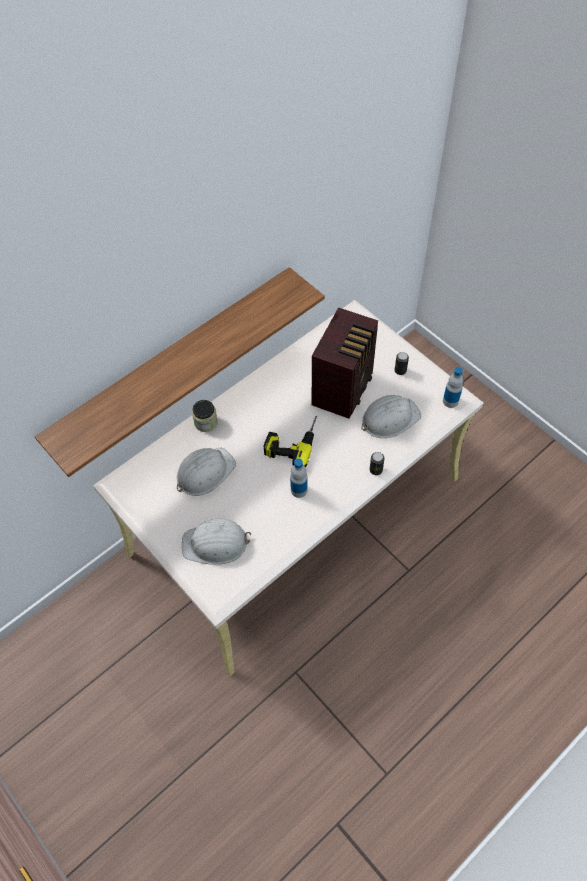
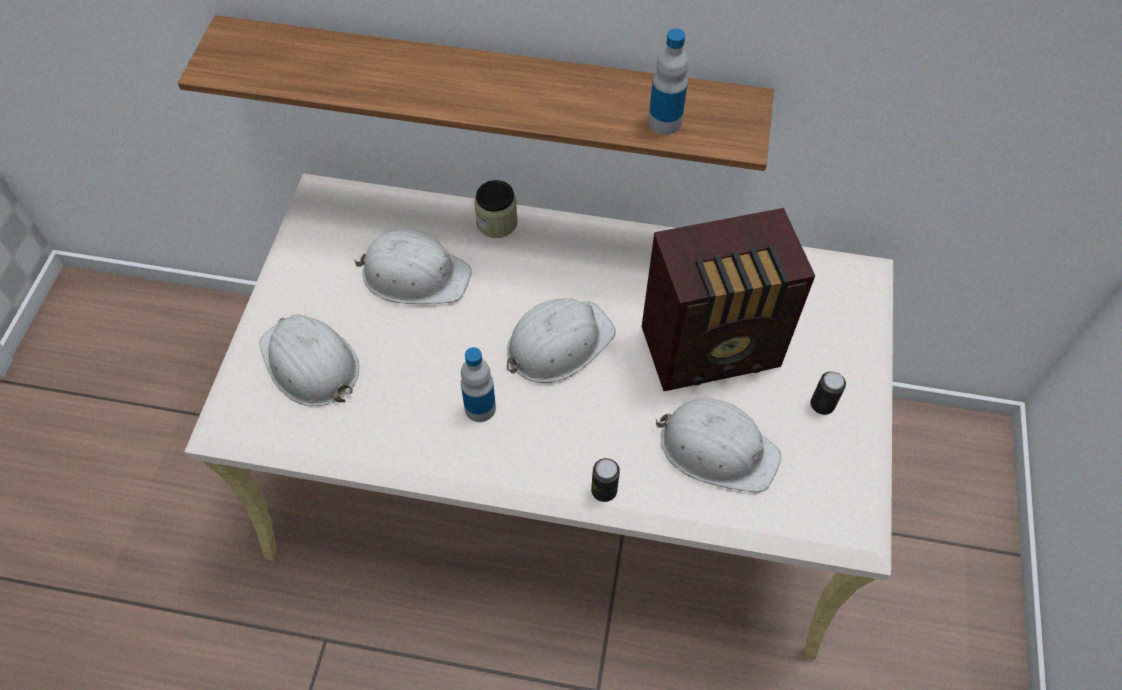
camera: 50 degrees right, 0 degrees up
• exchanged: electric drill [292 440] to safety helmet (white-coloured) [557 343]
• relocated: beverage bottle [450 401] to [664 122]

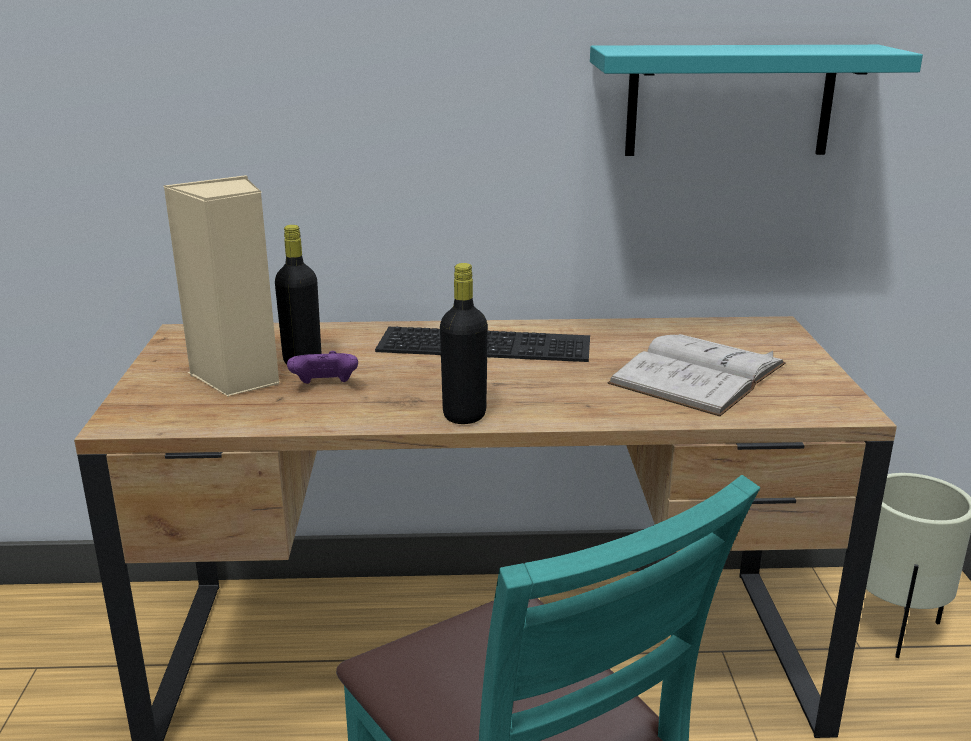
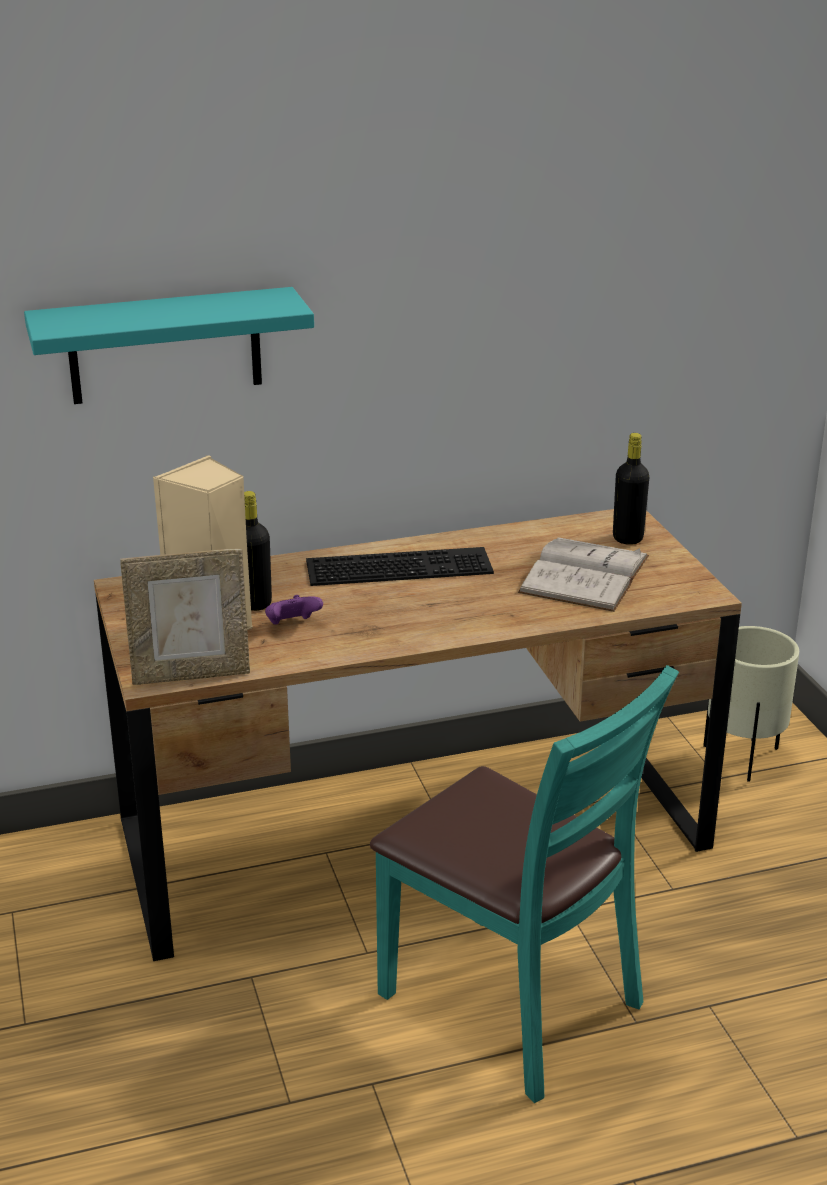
camera: 15 degrees left, 5 degrees up
• relocated: beverage bottle (black-coloured) [464 415] to [627 538]
• relocated: wall shelf (turquoise) [729 100] to [165 346]
• appeared: standing frame [191 674]

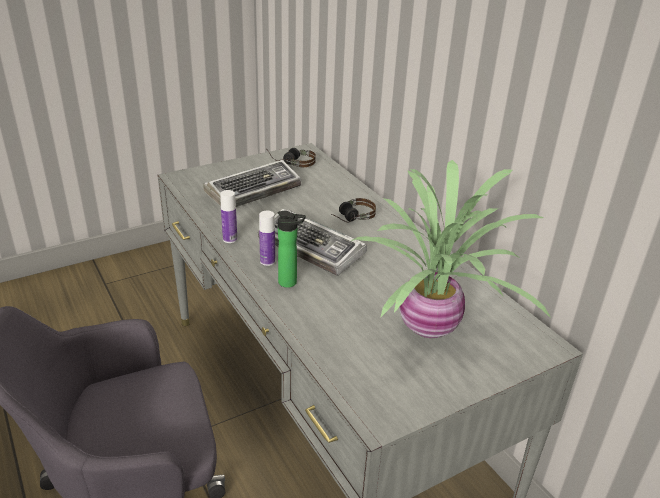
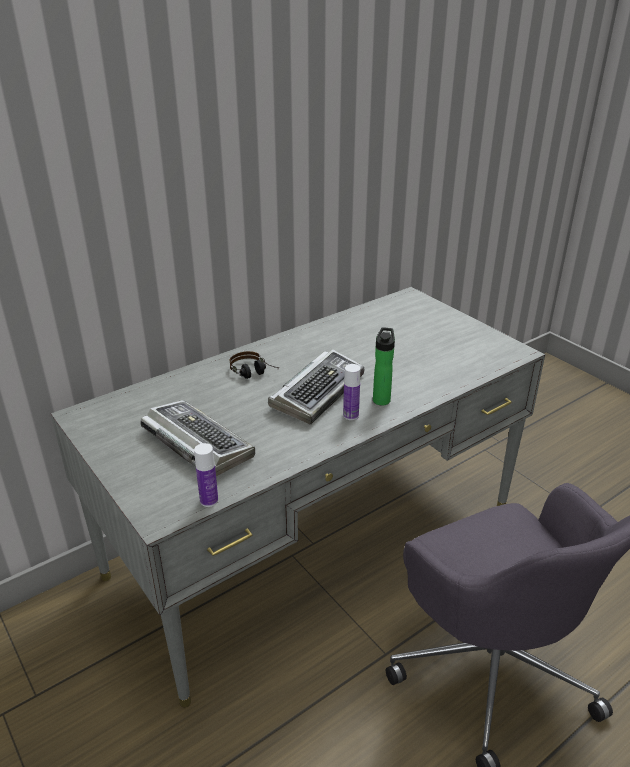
camera: 95 degrees left, 0 degrees up
• relocated: beverage bottle [230 239] to [209 500]
• missing: pair of headphones [291 162]
• missing: potted plant [430 328]

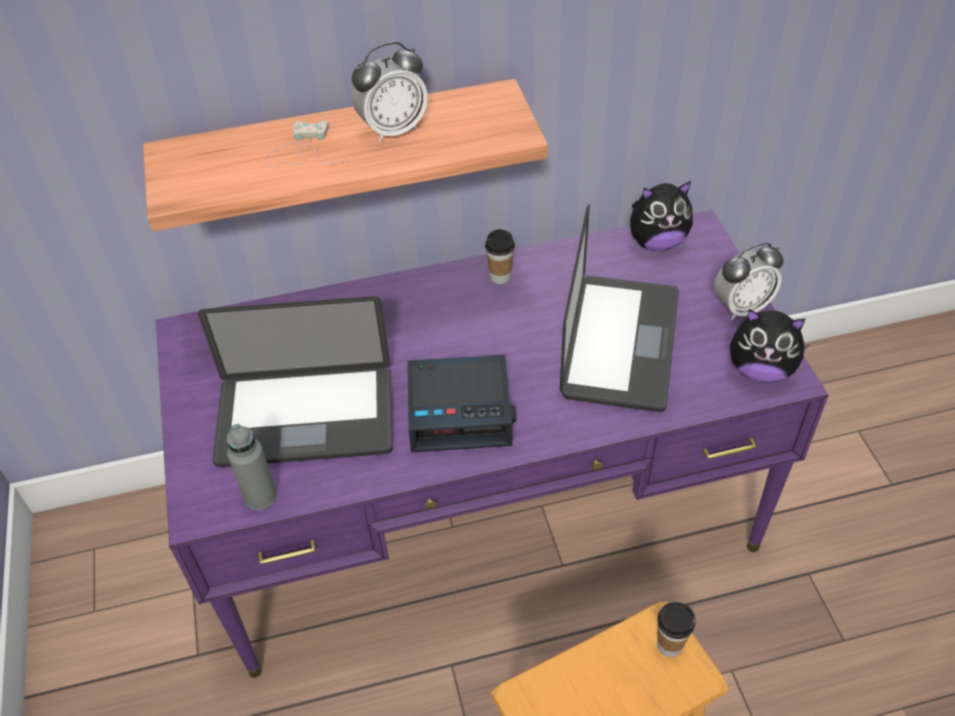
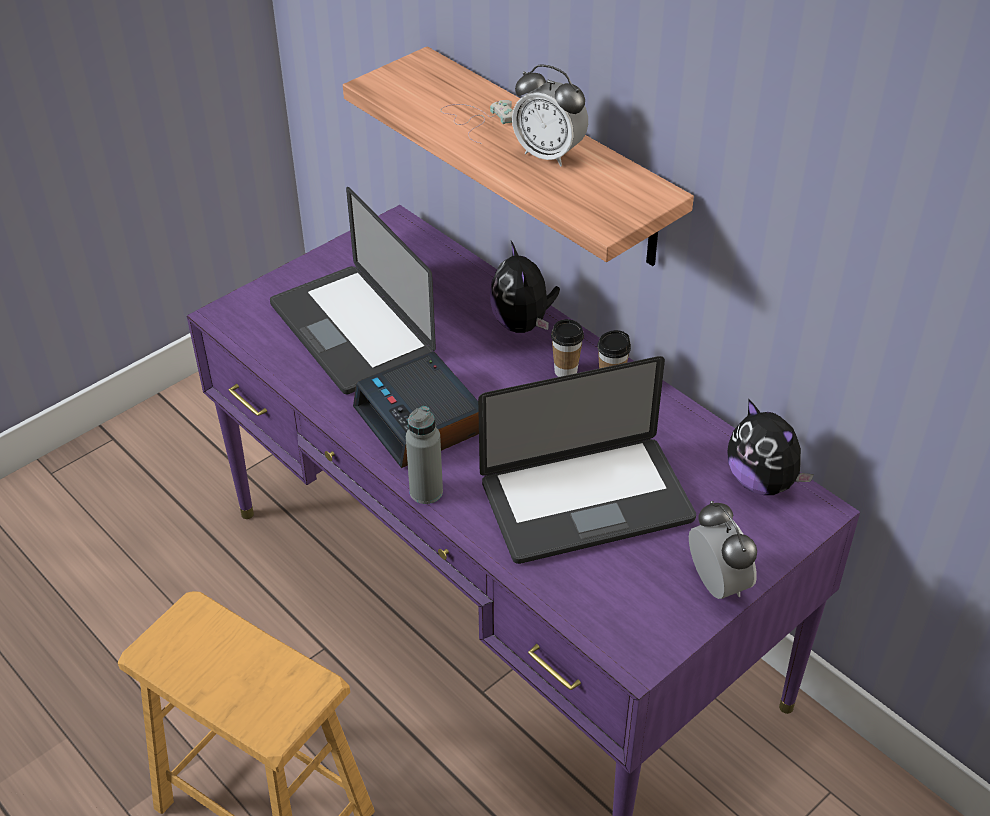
camera: 60 degrees right, 5 degrees down
• relocated: beverage bottle (gray) [260 496] to [426 492]
• relocated: small cup [669 645] to [565 371]
• spun: bedside clock [741 307] = [717 584] 150 degrees counterclockwise
• relocated: soft toy [760 369] to [523 324]

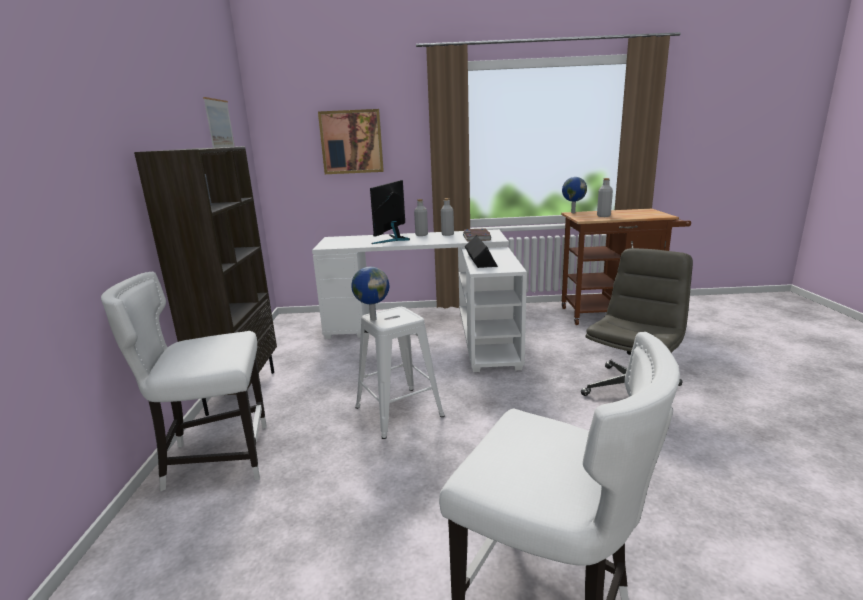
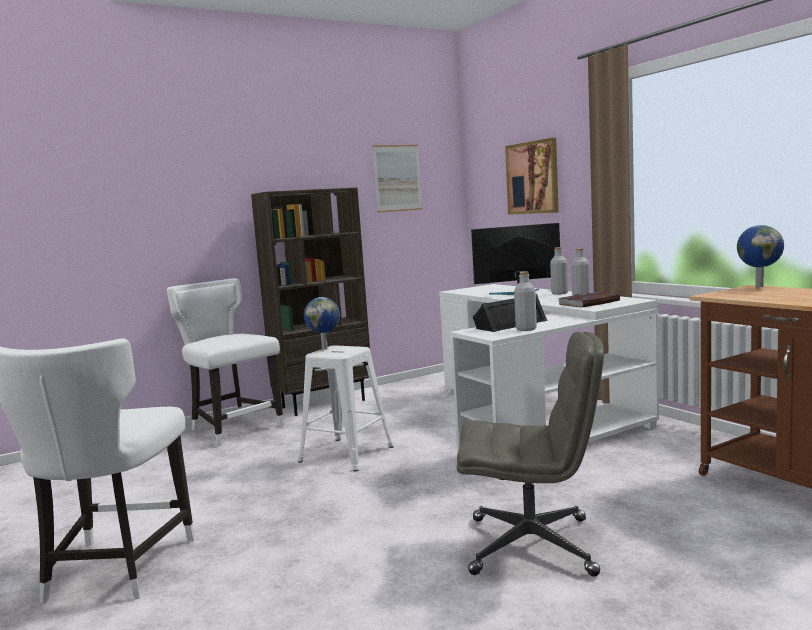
camera: 60 degrees right, 10 degrees down
• relocated: beverage bottle (gray) [603 216] to [526 329]

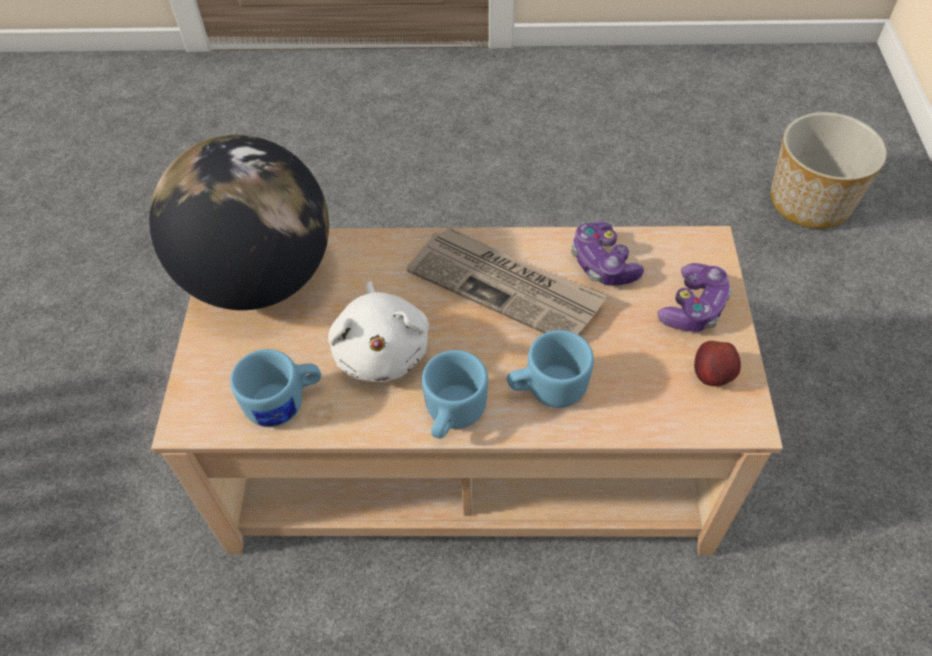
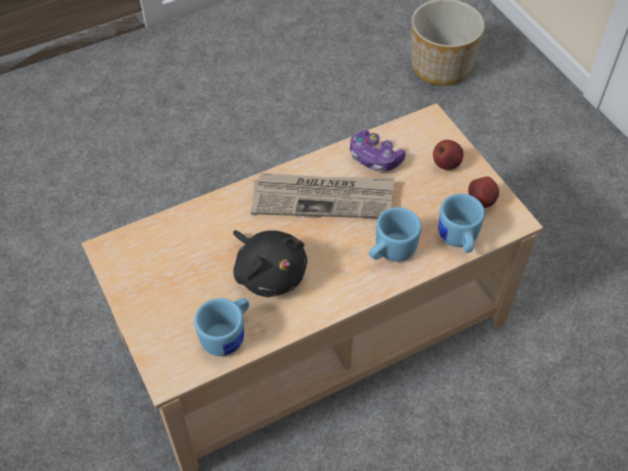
camera: 30 degrees left, 0 degrees up
• missing: world globe [260 279]
• colour: soft toy (white-coloured) [382 350] to soft toy (black-coloured) [269 272]
• relocated: coffee mug (bluish) [451 416] to [458 240]
• exchanged: joypad [693 308] to apple [446 164]

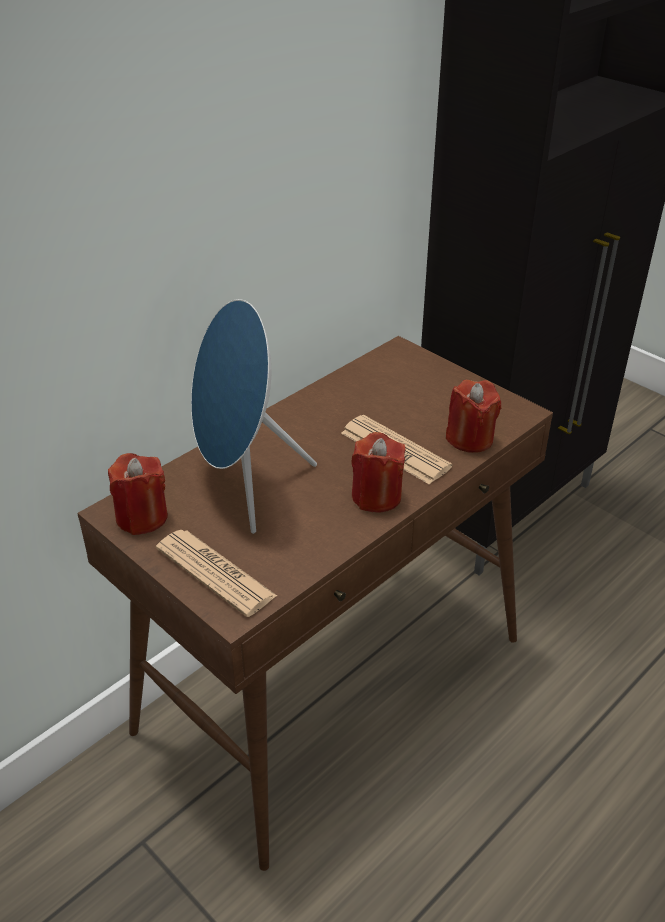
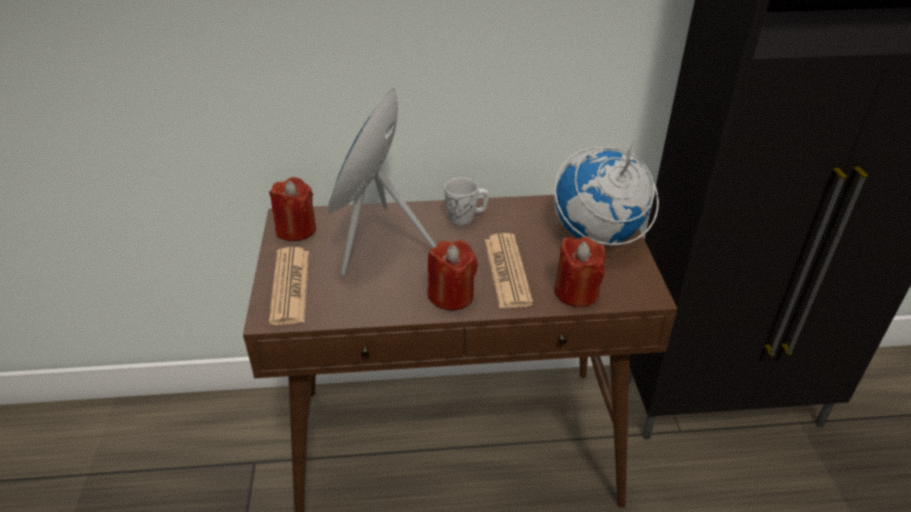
camera: 40 degrees right, 0 degrees up
• appeared: coffee mug (white-coloured) [466 218]
• appeared: world globe [597 237]

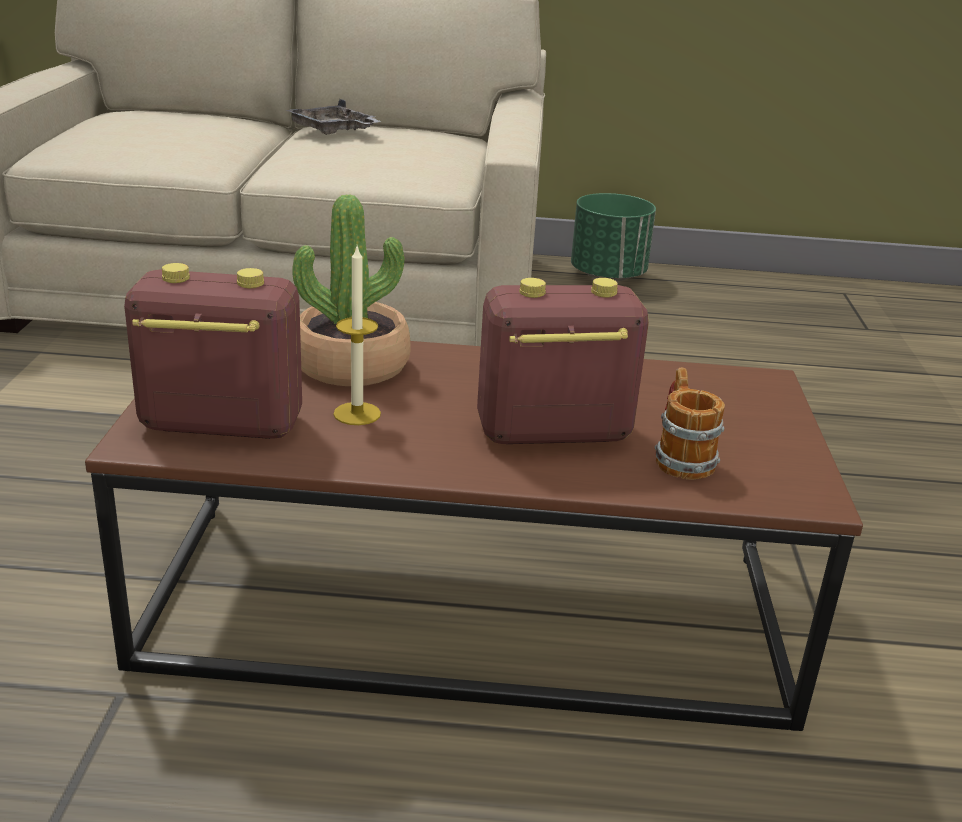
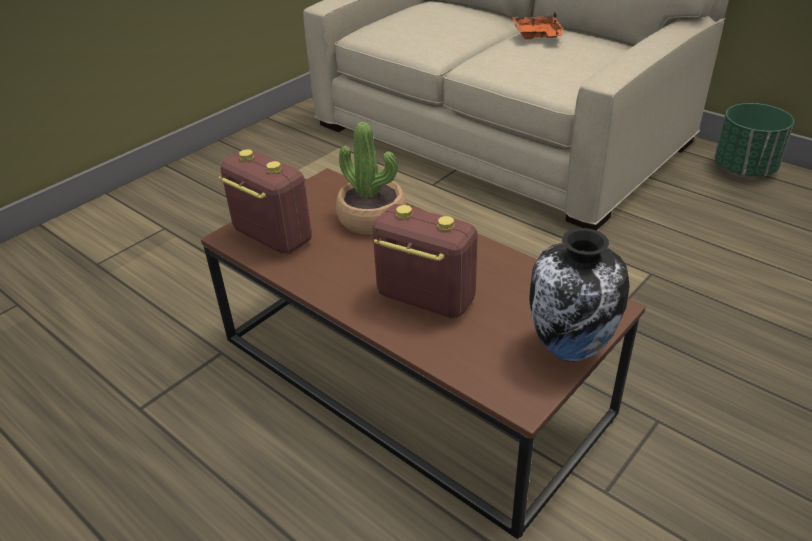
camera: 40 degrees right, 10 degrees up
• colour: carrying tray (gray) [333 131] to carrying tray (orange) [537 36]
• missing: candle [357 414]
• missing: coffee mug [680 457]
• appeared: decorative vase [570 349]

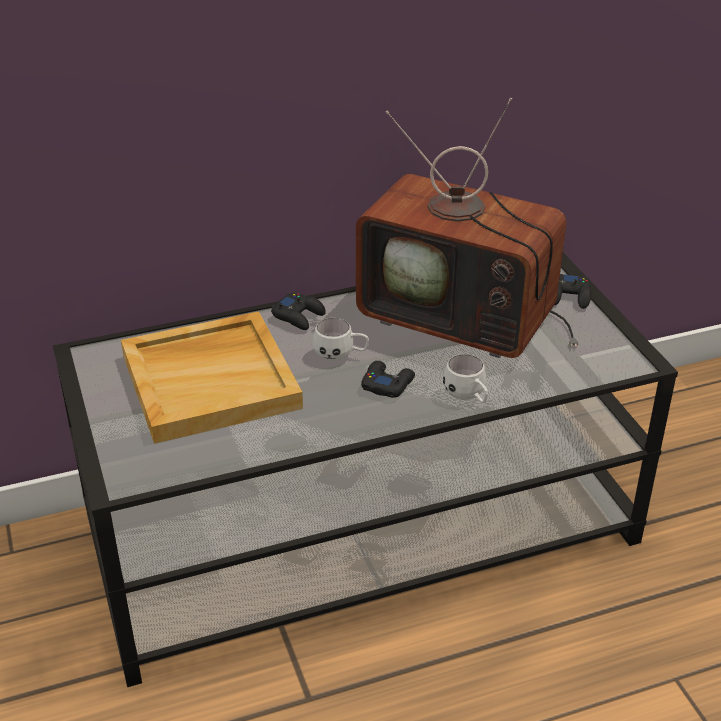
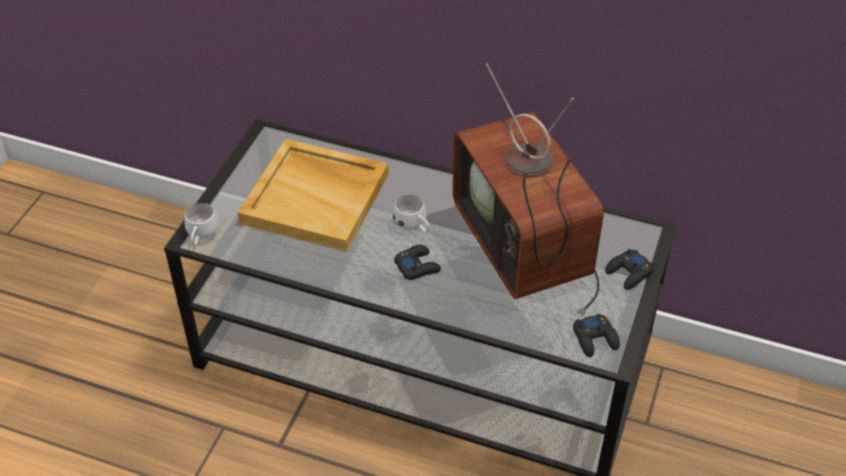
camera: 40 degrees right, 10 degrees up
• relocated: joypad (black-coloured) [299 316] to [595 339]
• relocated: coffee mug (white-coloured) [468 397] to [201 236]

